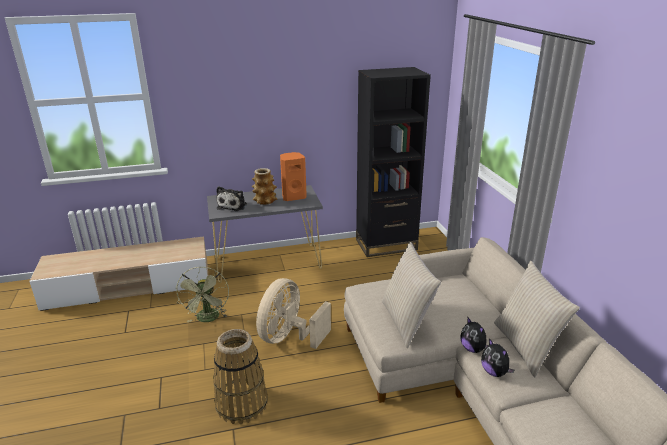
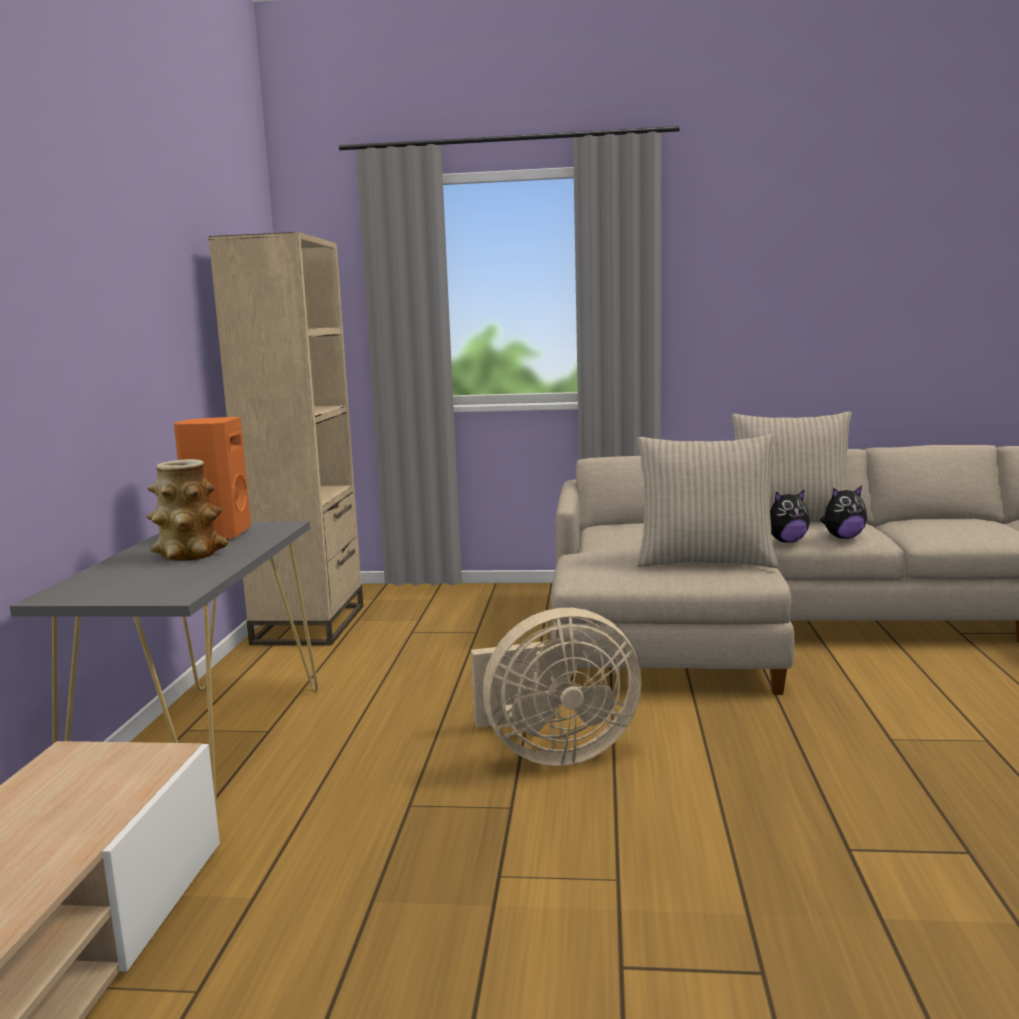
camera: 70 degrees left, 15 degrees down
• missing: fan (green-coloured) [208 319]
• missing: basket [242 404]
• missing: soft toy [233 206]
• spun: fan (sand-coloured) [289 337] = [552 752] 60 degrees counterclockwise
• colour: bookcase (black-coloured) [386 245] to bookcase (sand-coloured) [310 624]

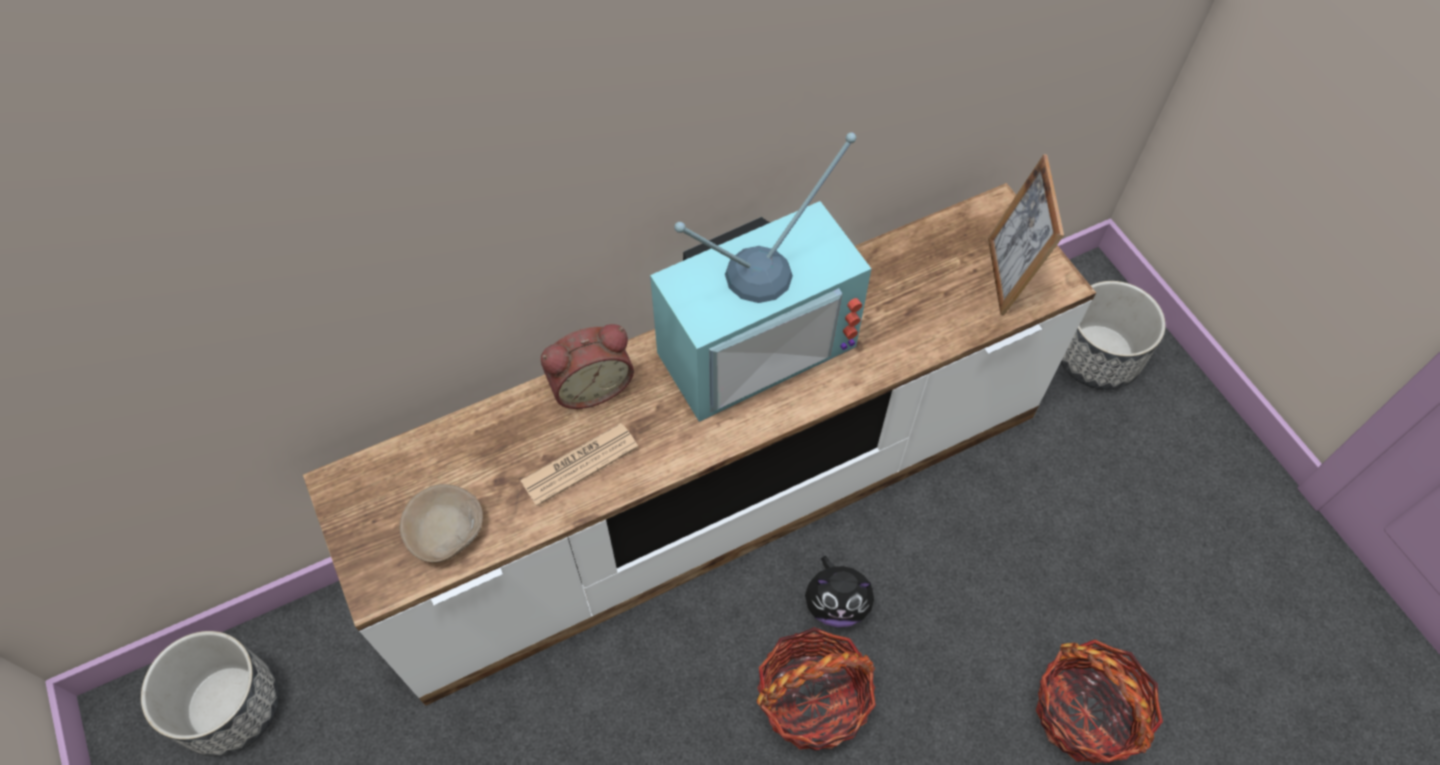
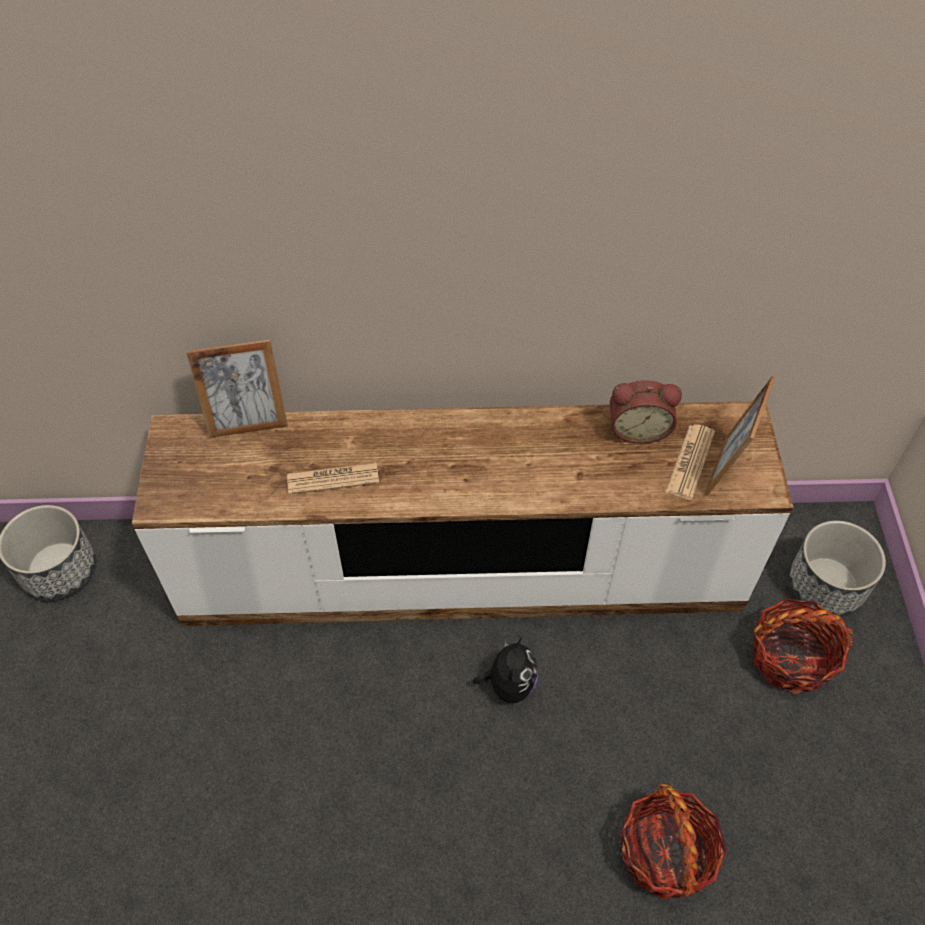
camera: 25 degrees right, 5 degrees down
• missing: serving bowl (sand-coloured) [446 530]
• relocated: bedside clock [590 385] to [638 428]
• missing: TV [754 341]
• relocated: basket [813 700] to [791 657]
• spun: soft toy [836 604] = [509 684] 105 degrees counterclockwise
• appeared: standing frame [248 423]
• appeared: newspaper [690 462]

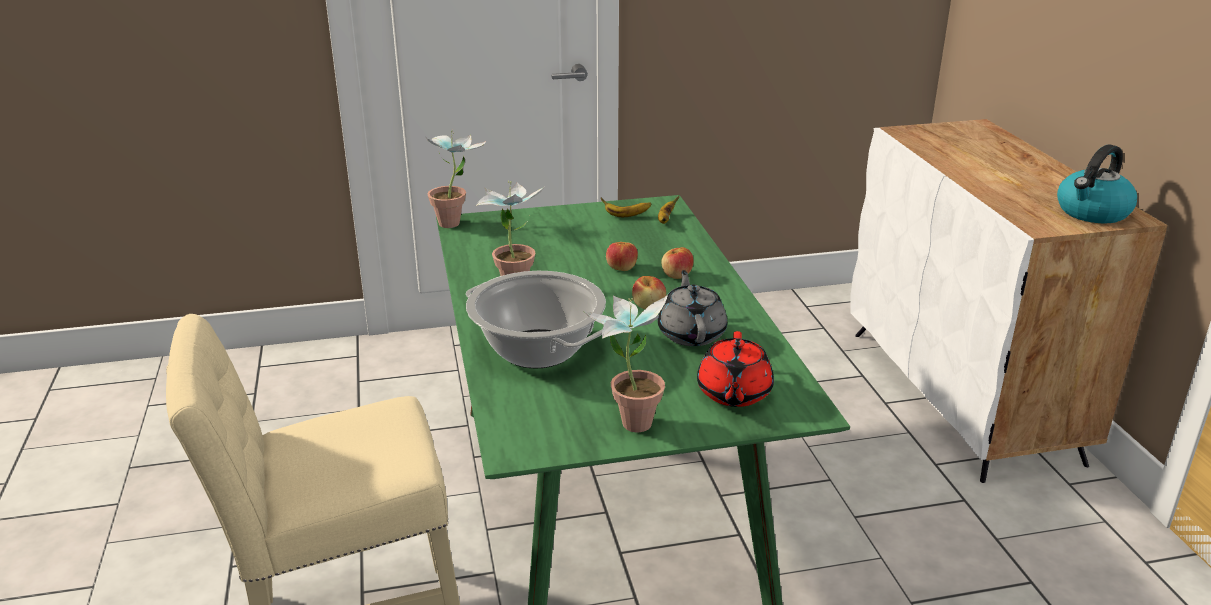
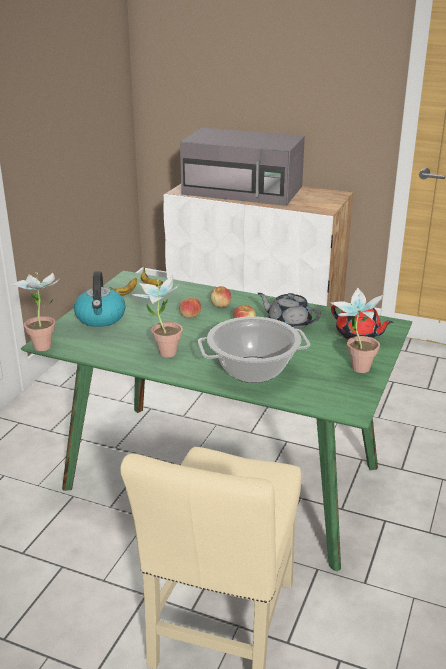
camera: 55 degrees left, 0 degrees up
• relocated: kettle [1092 212] to [101 318]
• appeared: microwave (gray) [244 190]

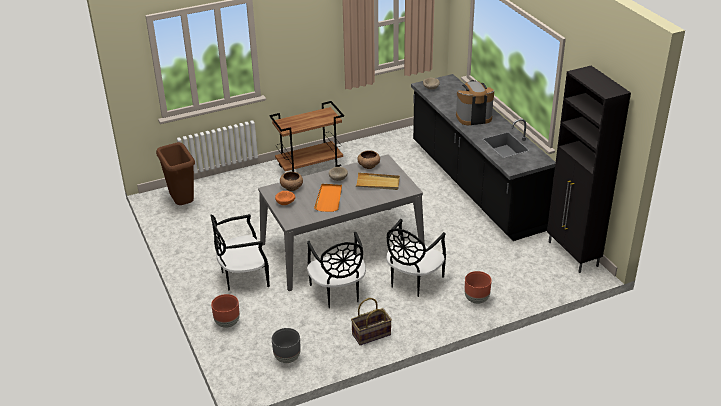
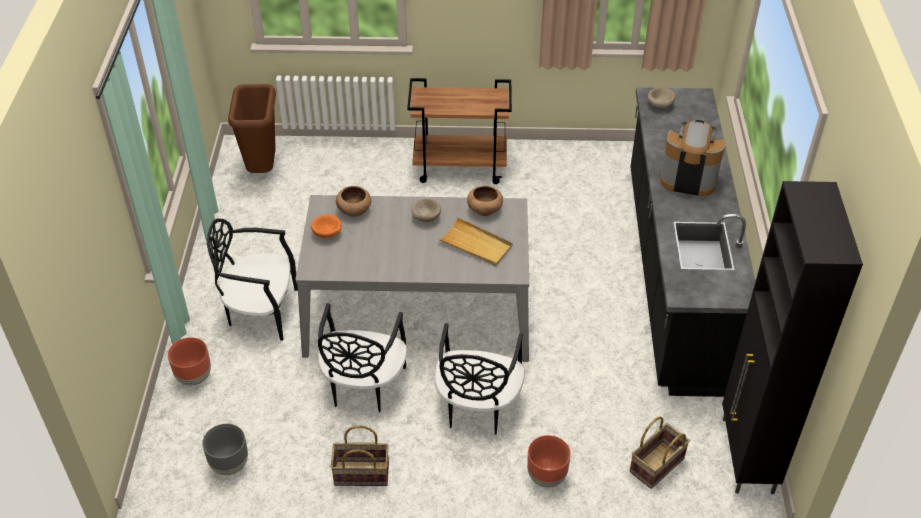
camera: 25 degrees right, 10 degrees up
• missing: carrying tray (orange) [329 199]
• spun: chair (black-coloured) [413 281] = [477 407] 45 degrees counterclockwise
• appeared: basket [657 466]

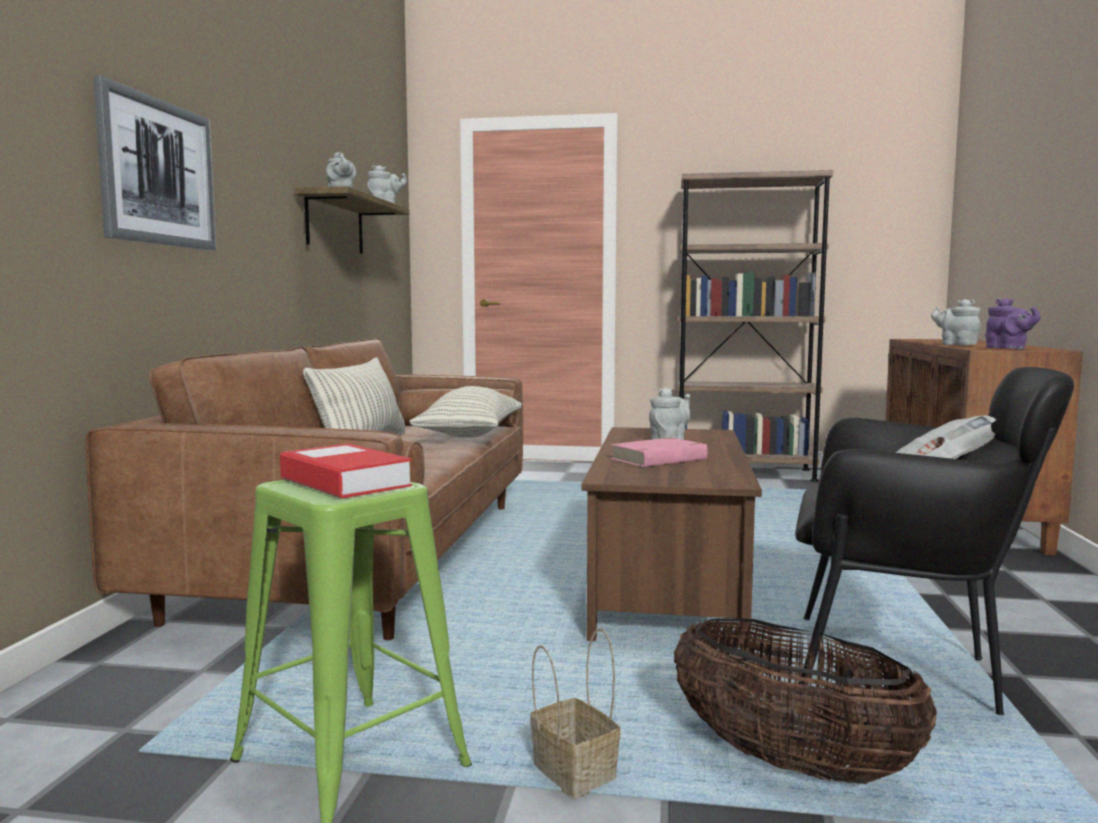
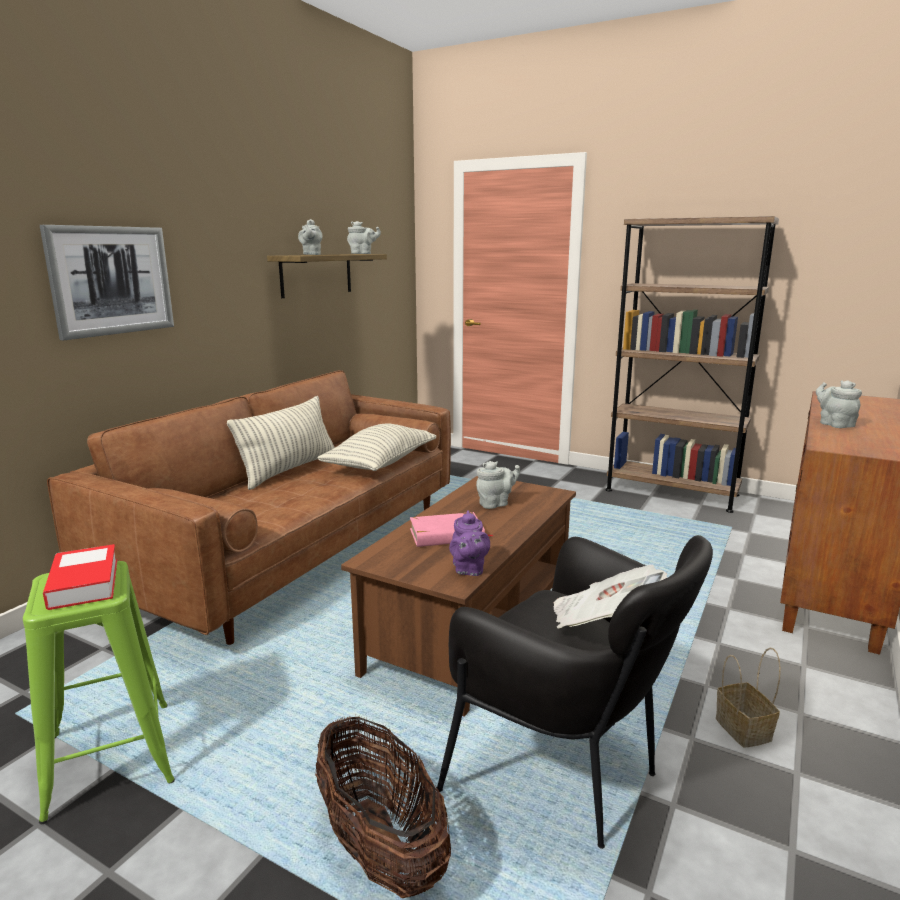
camera: 20 degrees right, 10 degrees up
• relocated: basket [571 772] to [741 728]
• relocated: teapot (purplish) [1008 349] to [468 569]

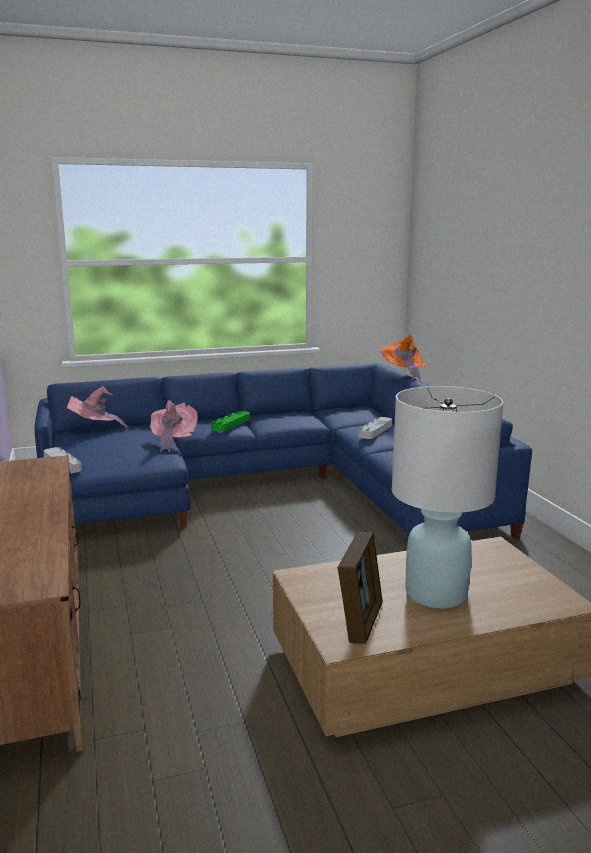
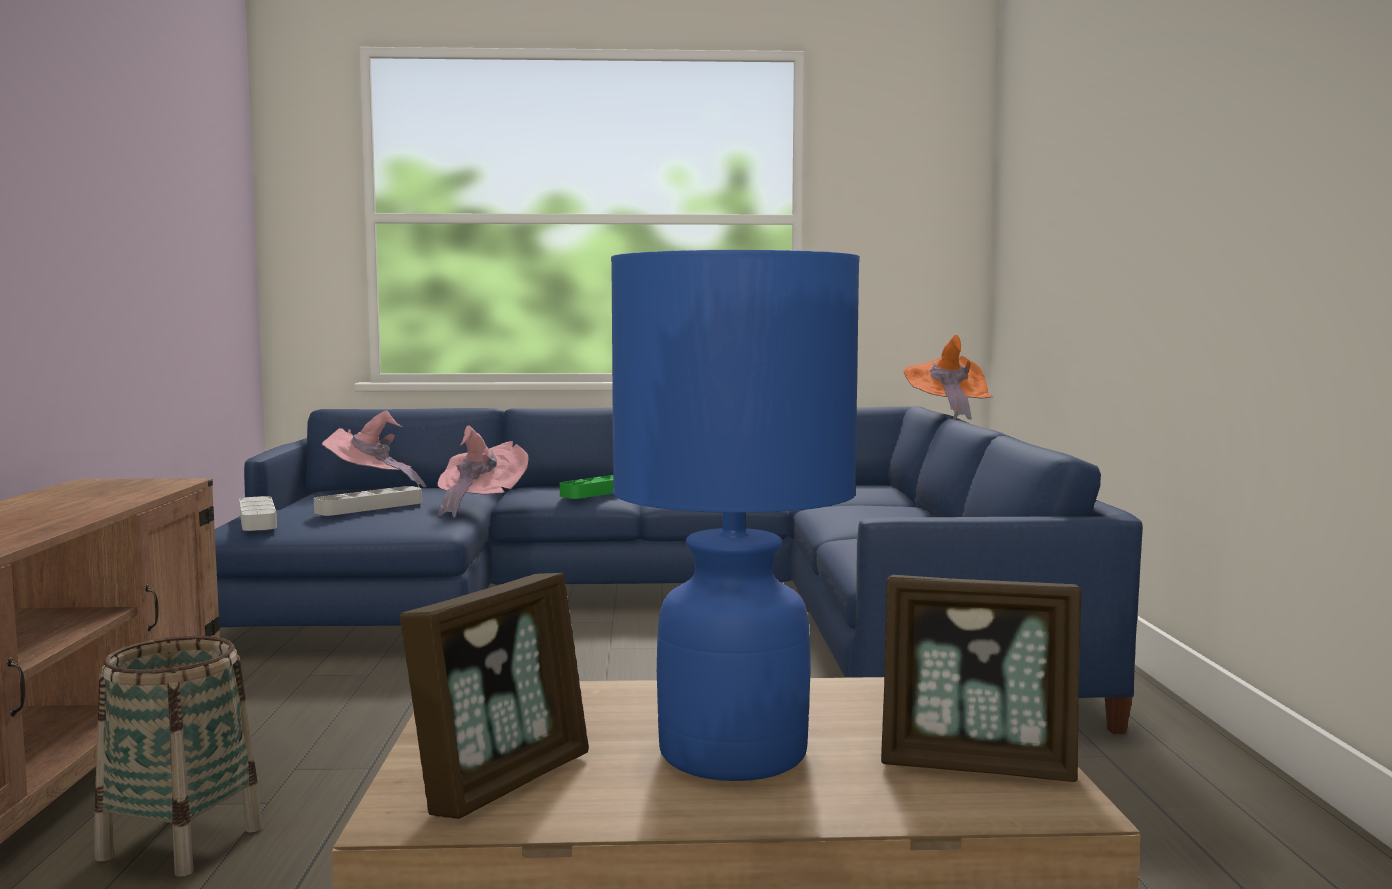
camera: 15 degrees right, 10 degrees down
• relocated: carrying tray (gray) [375 431] to [369 507]
• colour: tabletop lamp (white-coloured) [435 594] to tabletop lamp (bluish) [731 754]
• appeared: basket [181 843]
• appeared: standing frame [978 766]

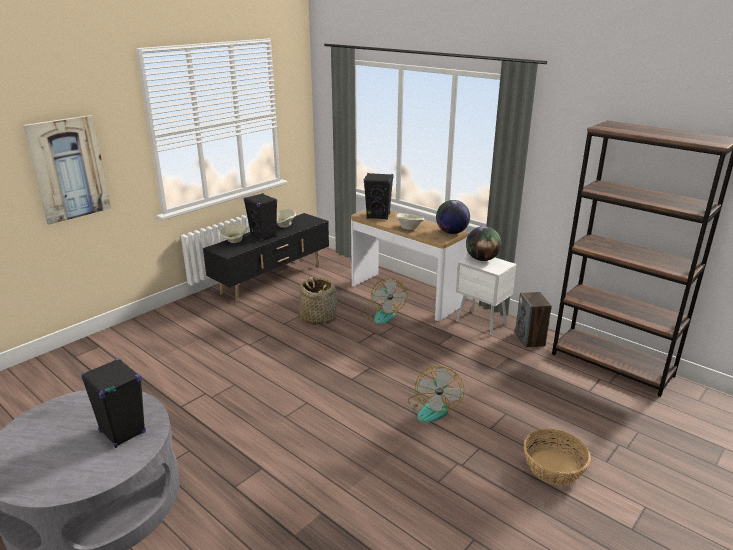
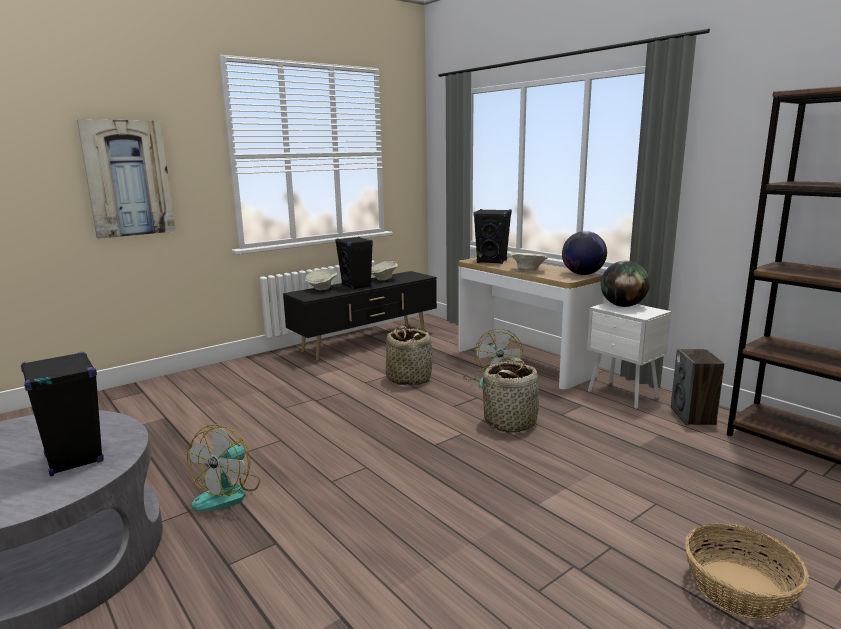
camera: 10 degrees right, 10 degrees down
• relocated: fan [433 408] to [228 493]
• appeared: basket [510 422]

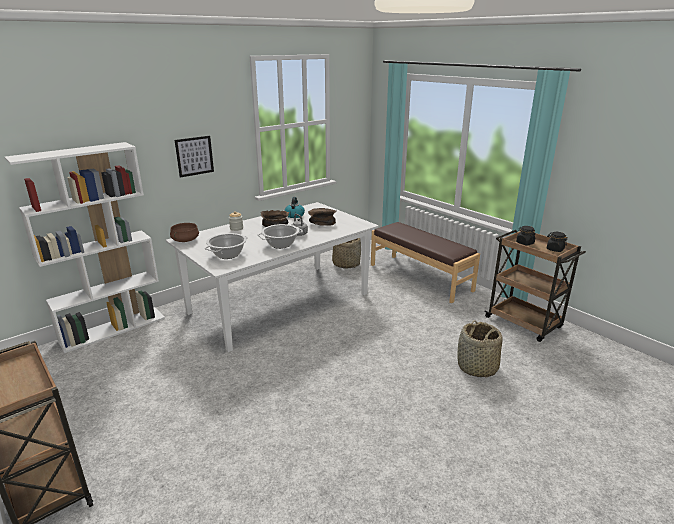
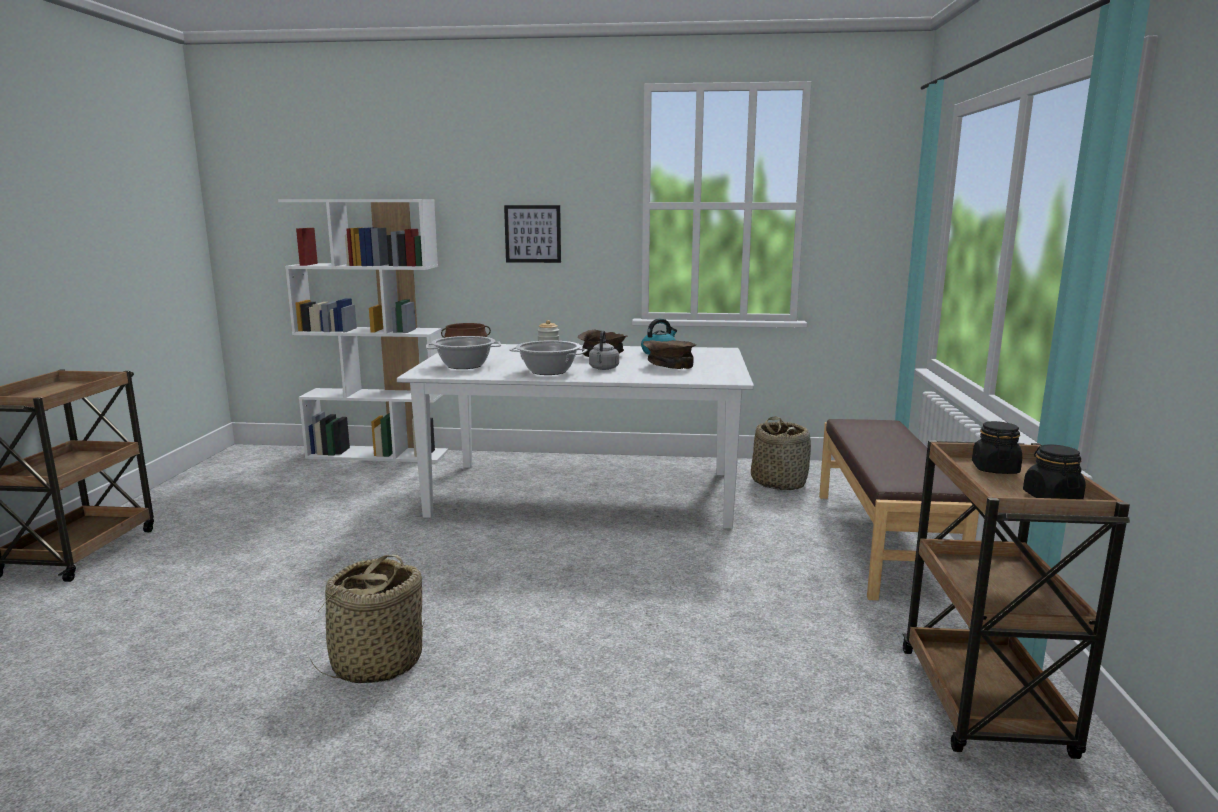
camera: 45 degrees right, 10 degrees down
• relocated: basket [477 367] to [376 663]

